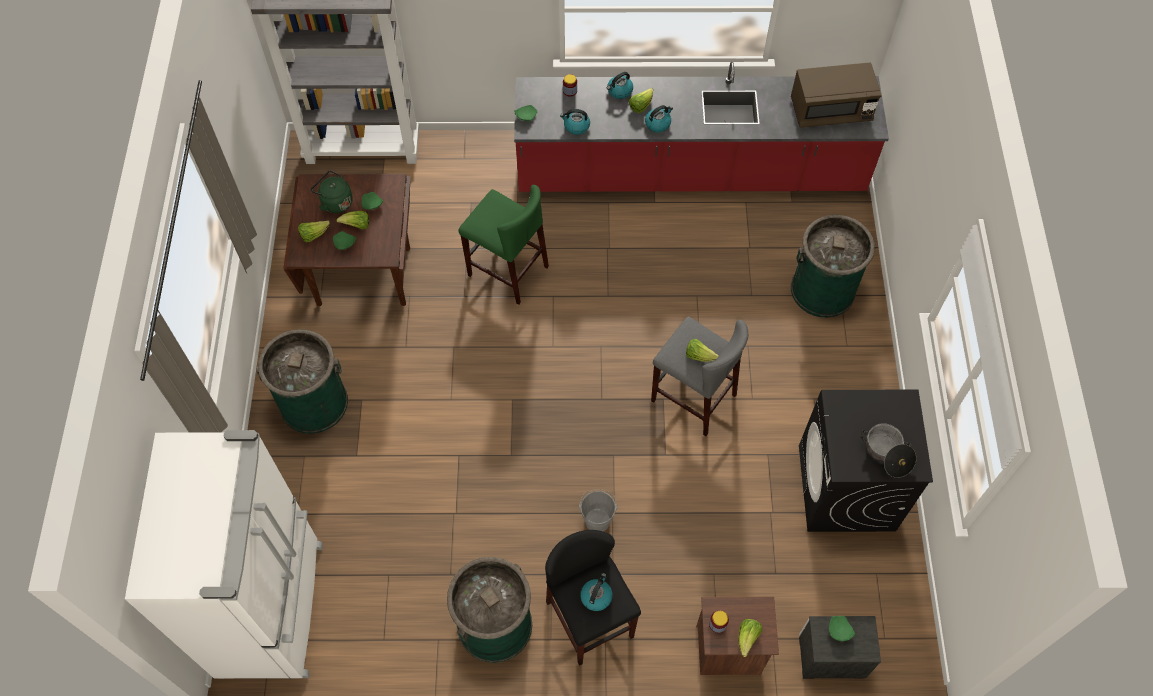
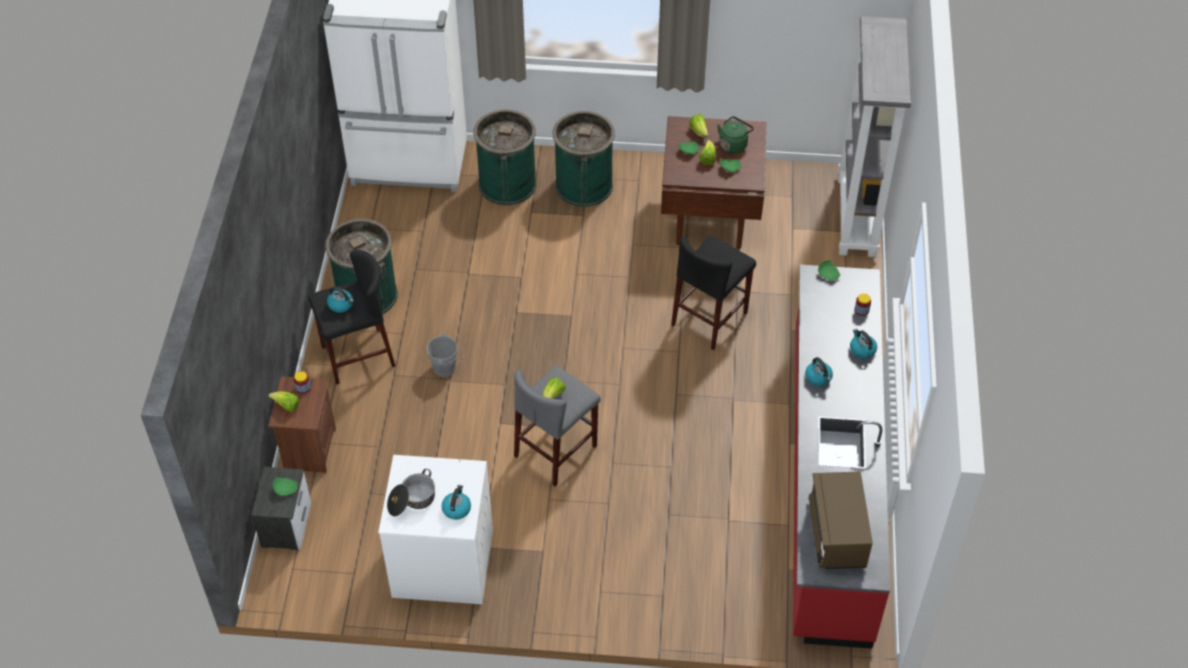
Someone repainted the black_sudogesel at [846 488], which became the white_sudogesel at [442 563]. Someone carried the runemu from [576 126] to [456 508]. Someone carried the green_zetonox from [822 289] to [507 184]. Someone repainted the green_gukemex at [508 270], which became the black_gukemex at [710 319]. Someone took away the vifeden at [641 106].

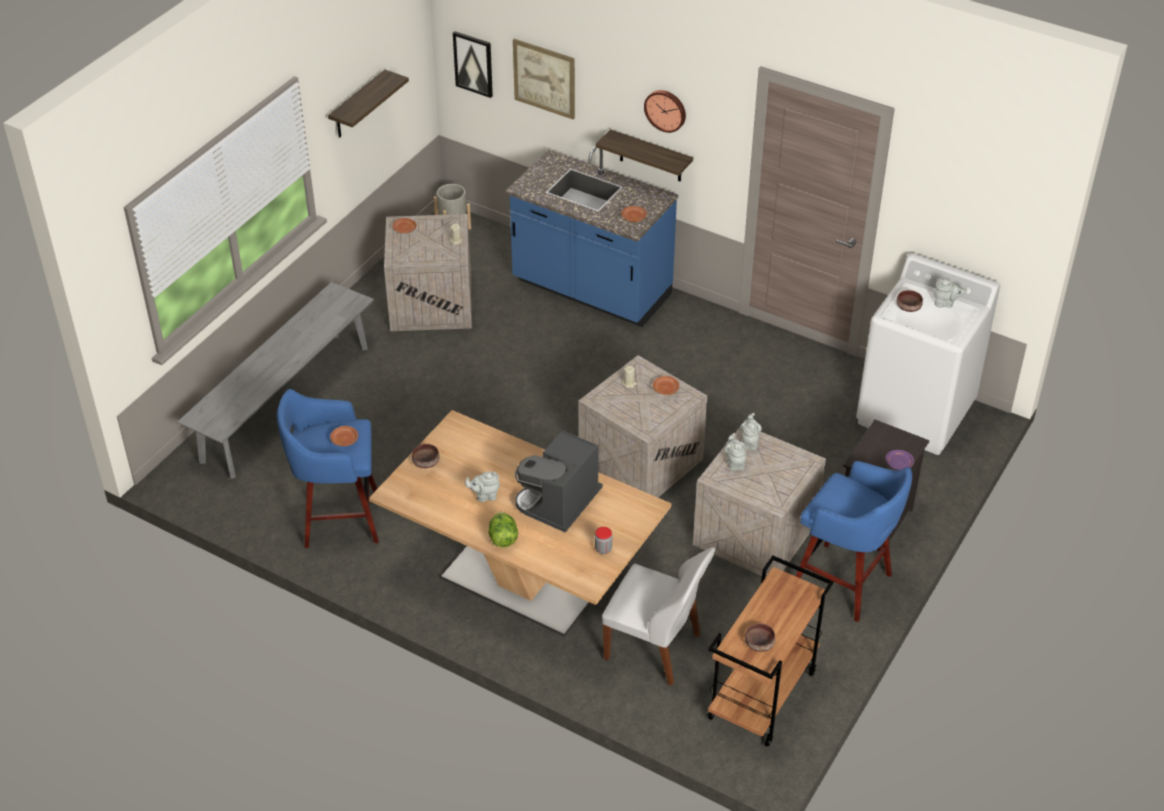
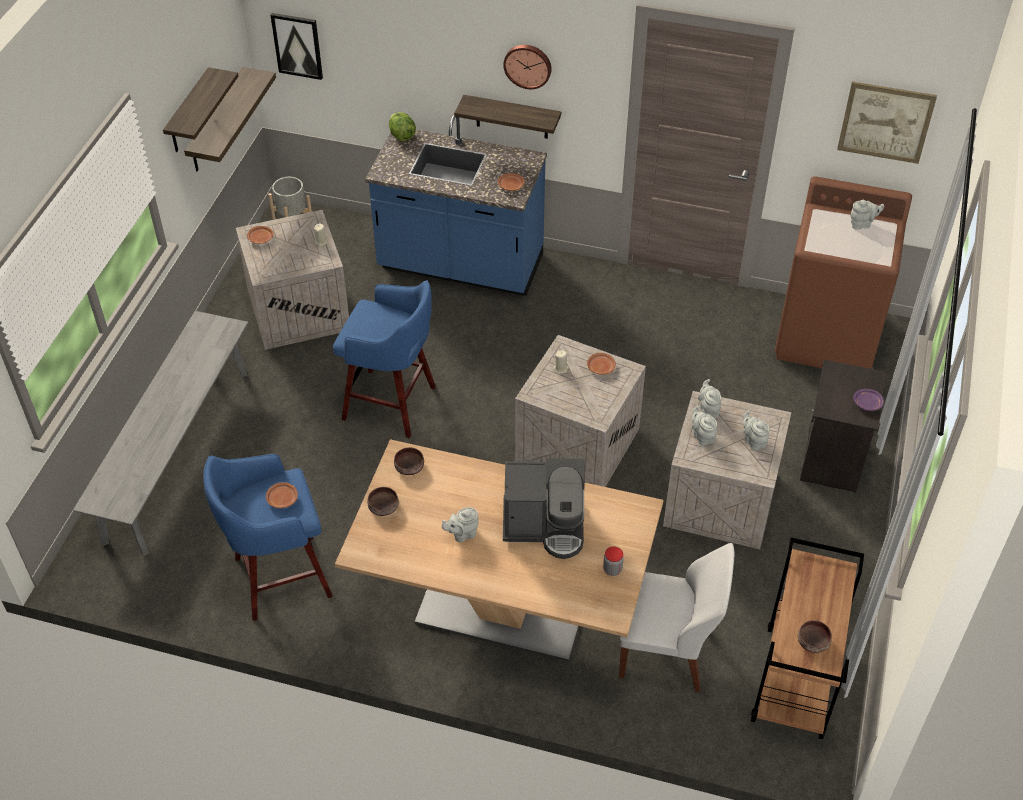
Someone put up the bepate at [217 122]. Someone carried the blue_gukemex from [844 584] to [392 404]. Someone carried the vifeden from [503 538] to [402 136]. Someone carried the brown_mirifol from [909 307] to [410 467]. Someone rotated the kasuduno at [559 503] by 105 degrees counterclockwise. Someone put down the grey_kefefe at [753 441]. Someone repainted the white_sudogesel at [916 413], which became the brown_sudogesel at [827 336]. Someone carried the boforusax from [544 78] to [885 122].

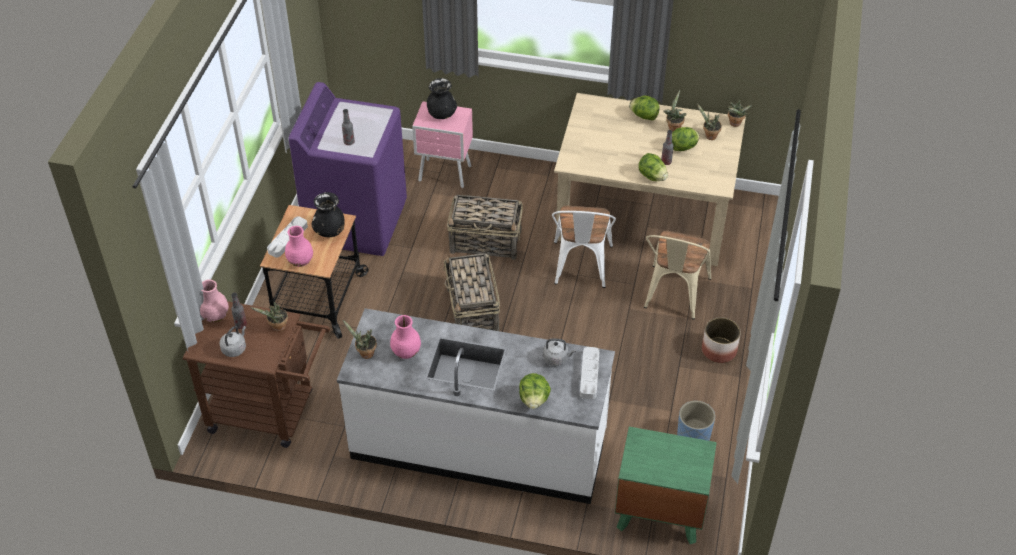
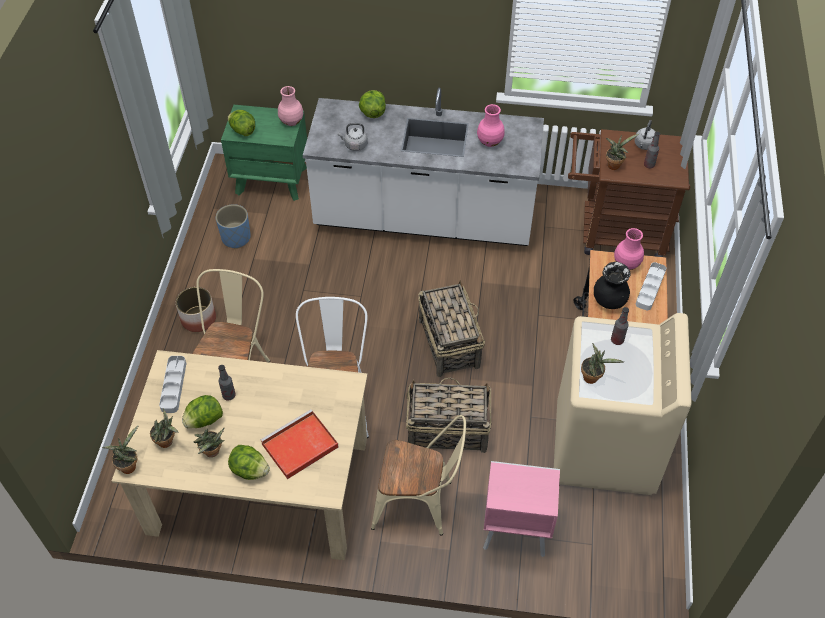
Someone carried the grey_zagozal from [589 375] to [173 386]. Someone carried the vifeden from [652 177] to [242 131]. Someone put down the red_zagozal at [299 447]. Someone carried the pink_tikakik from [215 316] to [291 122]. Someone put down the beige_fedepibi at [419 503]. Someone repainted the purple_sudogesel at [356 221], which became the beige_sudogesel at [604 448]. Someone carried the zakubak from [364 354] to [593 377]. Someone took away the black_tikakik at [441 114].

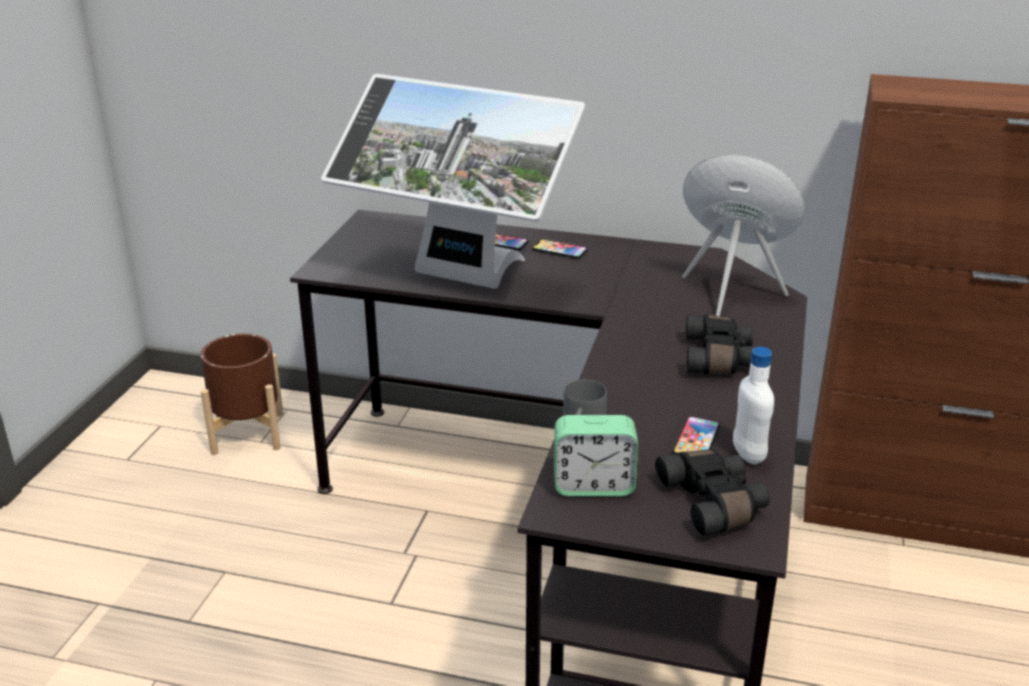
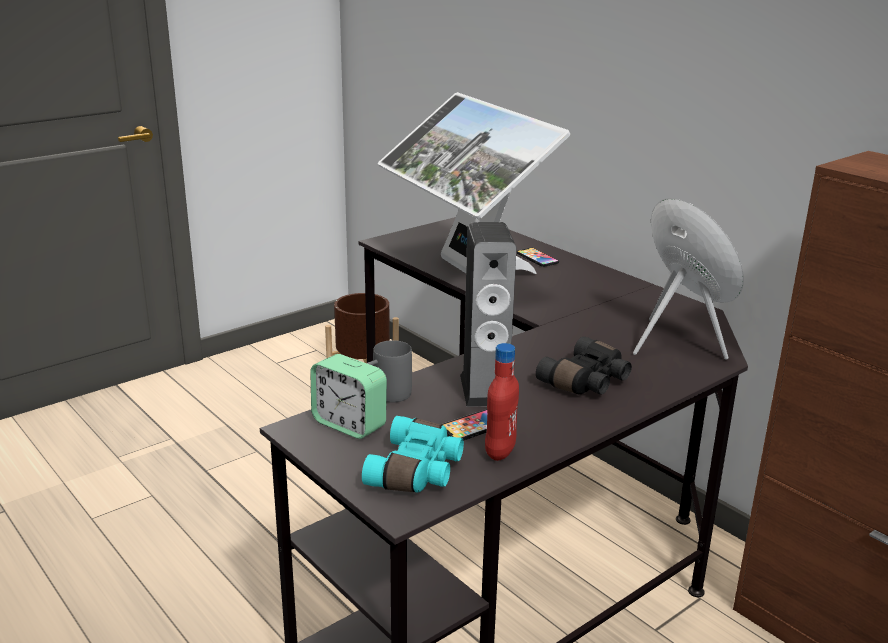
Someone repainted the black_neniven at [714 503], which became the turquoise_neniven at [417 471]. Someone put down the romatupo at [485 389]. Someone repainted the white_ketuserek at [748 454], which became the red_ketuserek at [500 451]. Someone took away the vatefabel at [559 250].

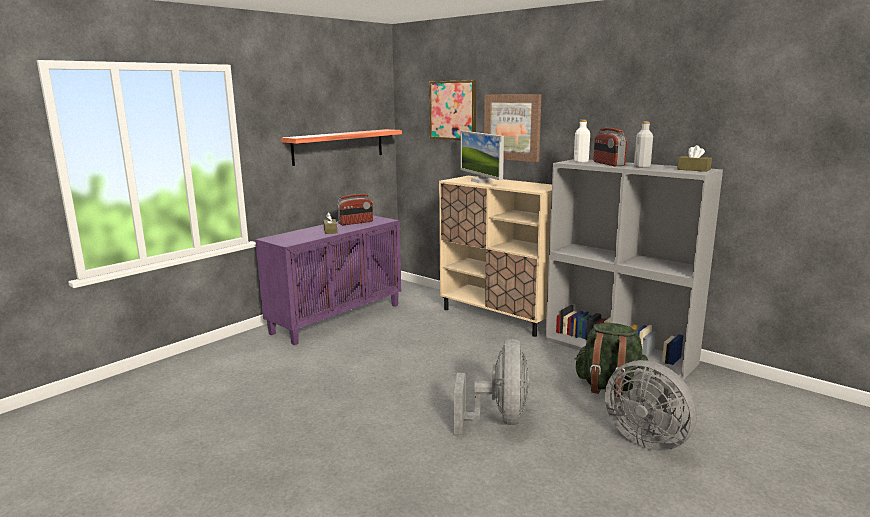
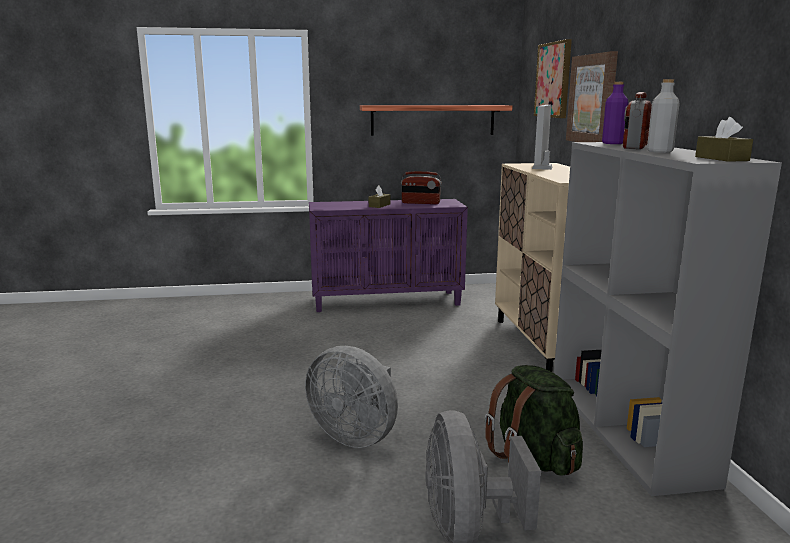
Someone rotated the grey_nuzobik at [499 419] by 75 degrees clockwise. Someone repainted the white_ketuserek at [581 162], which became the purple_ketuserek at [612 143].

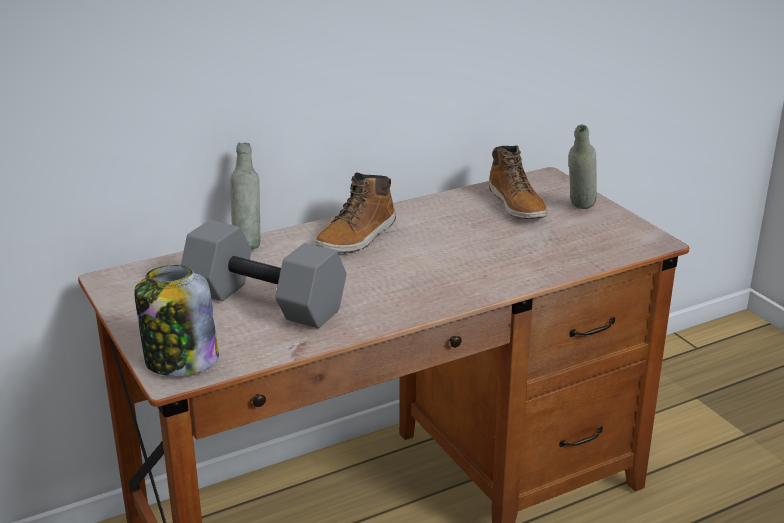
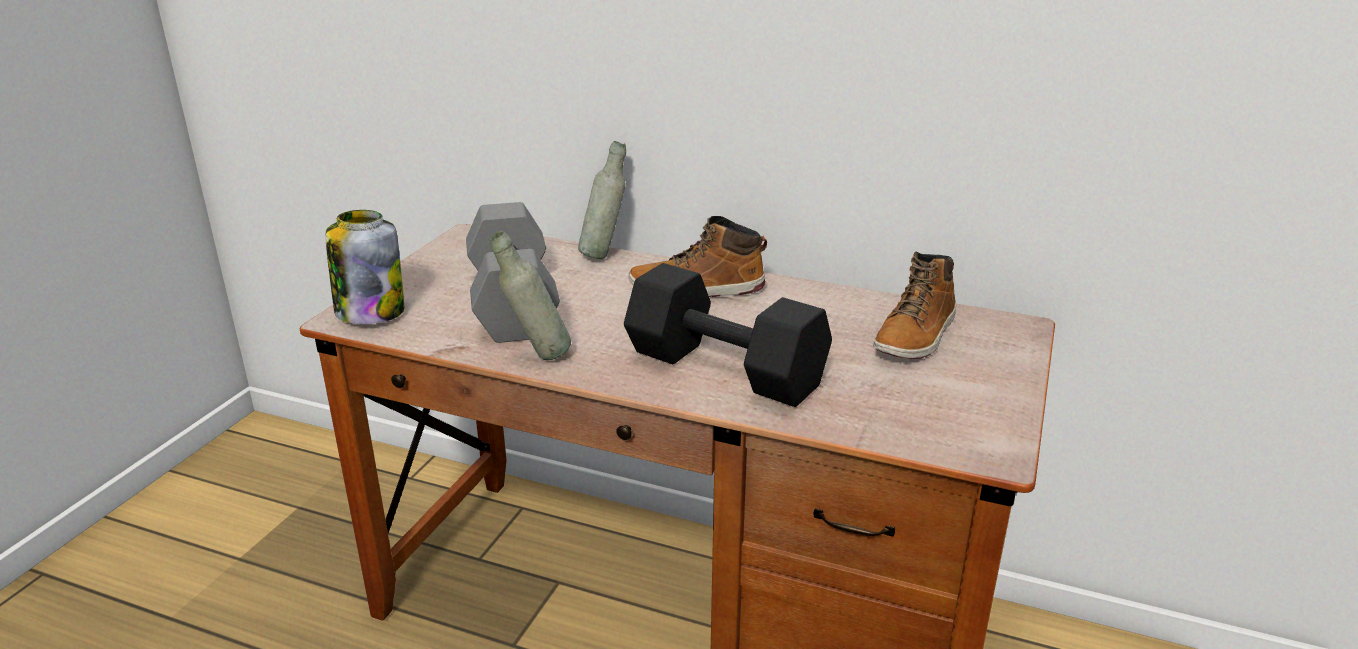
Someone carried the grey_ketuserek from [579 210] to [536 358]. Someone put down the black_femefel at [722 369].

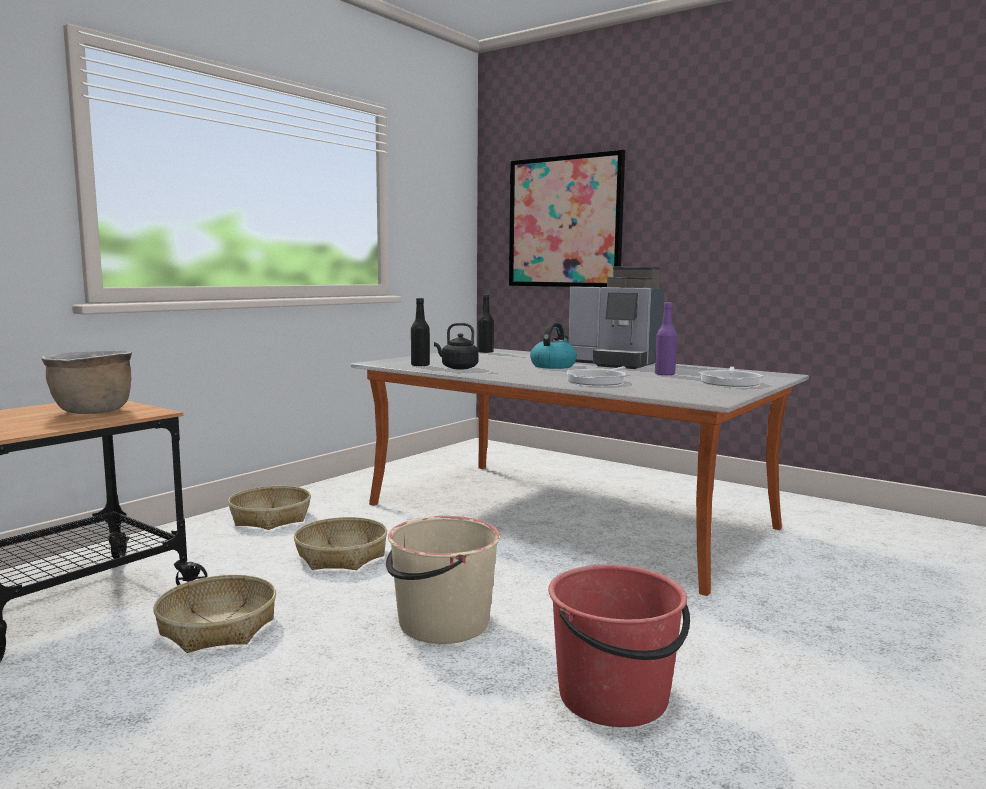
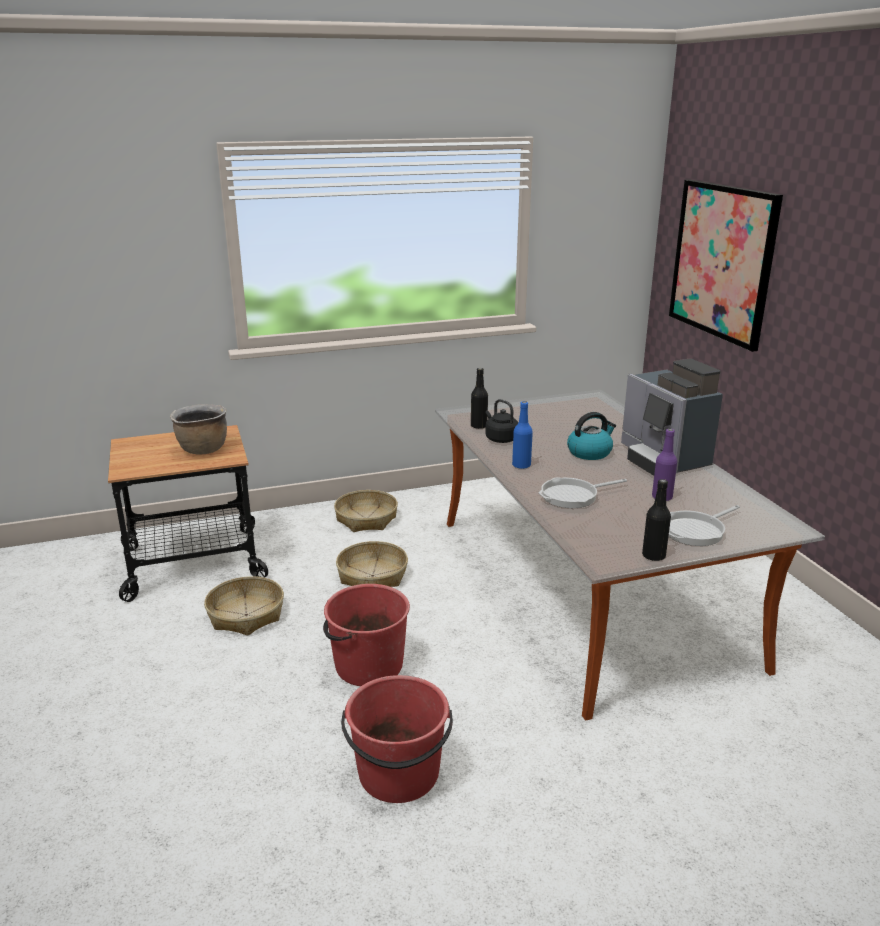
Someone repainted the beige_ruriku at [442 623], which became the red_ruriku at [367 665]. Someone put down the blue_ketuserek at [521 465]. Someone carried the black_ketuserek from [485 352] to [653 556].

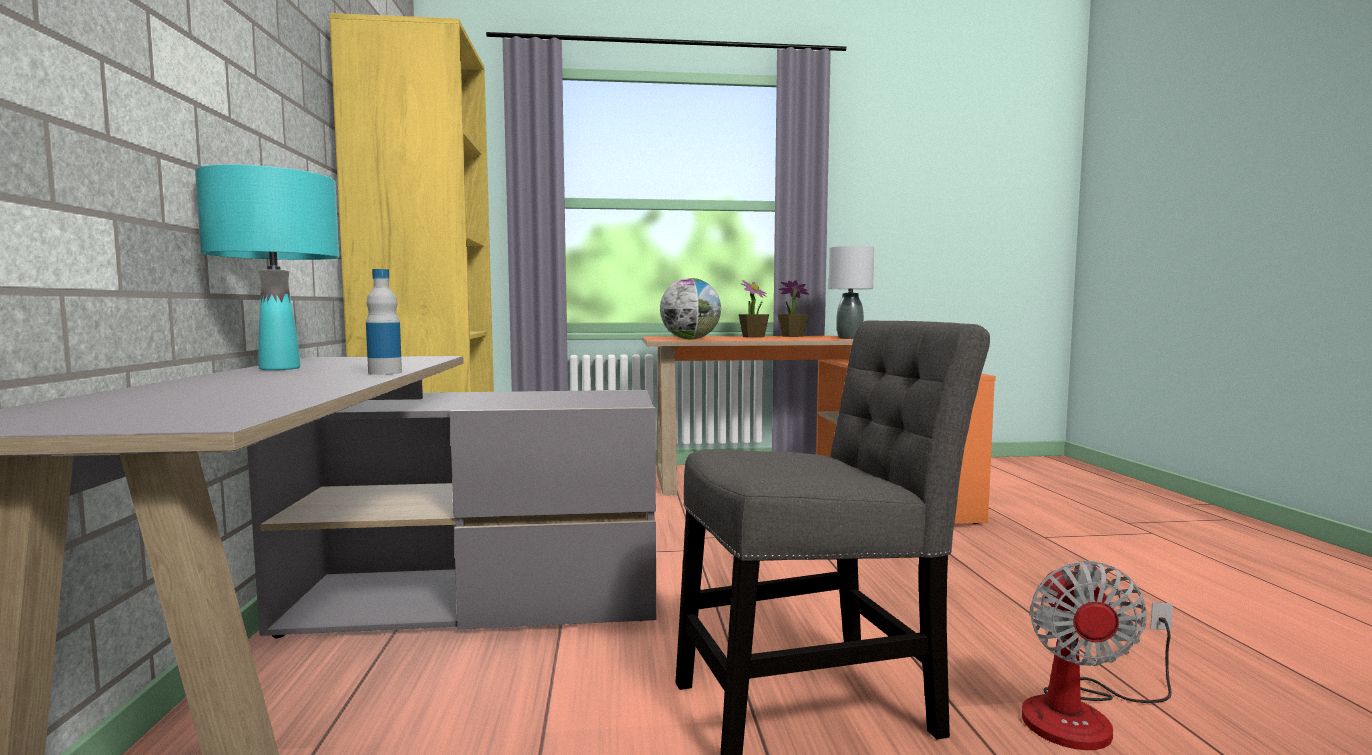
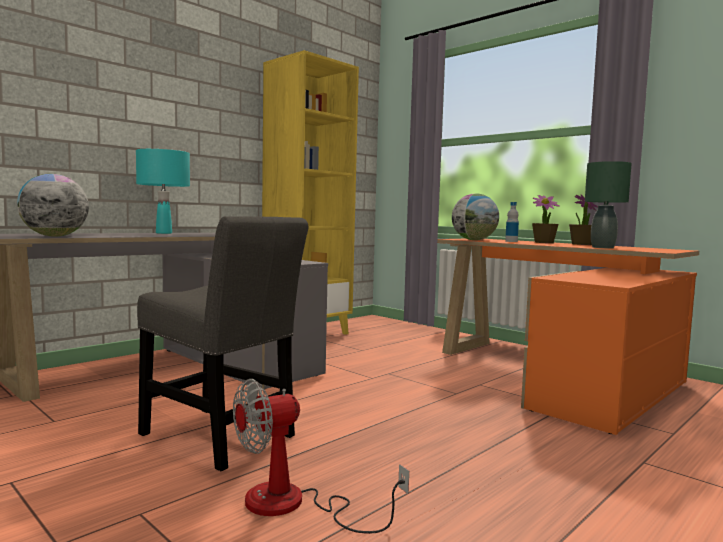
Someone put down the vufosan at [54 236]. Someone carried the ketuserek from [385 373] to [511 241]. Someone repainted the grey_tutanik at [849 338], which became the green_tutanik at [603 247].

